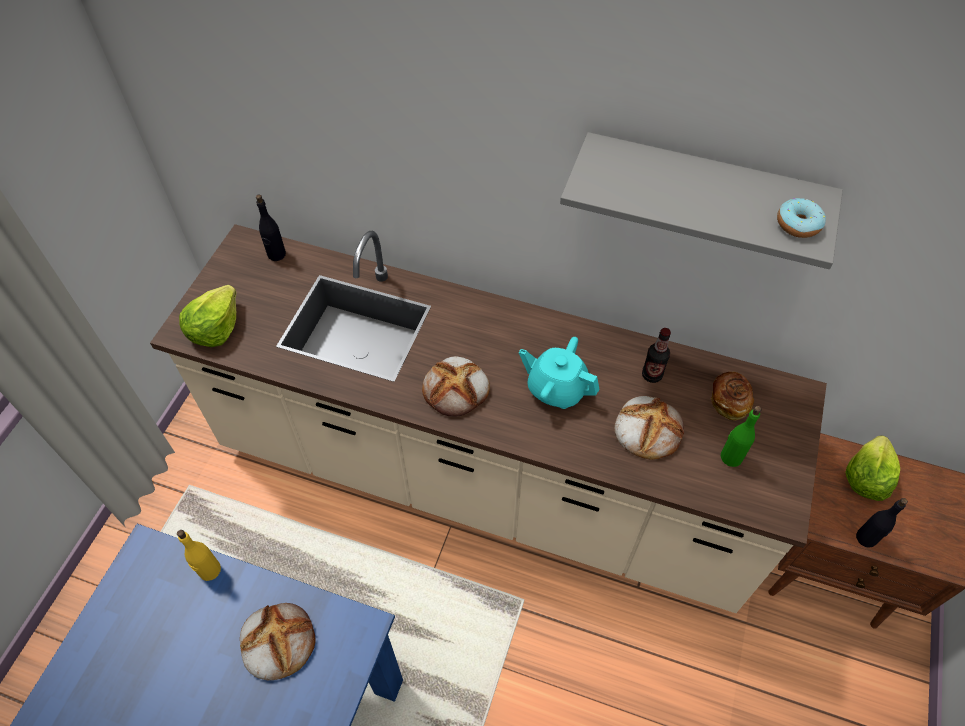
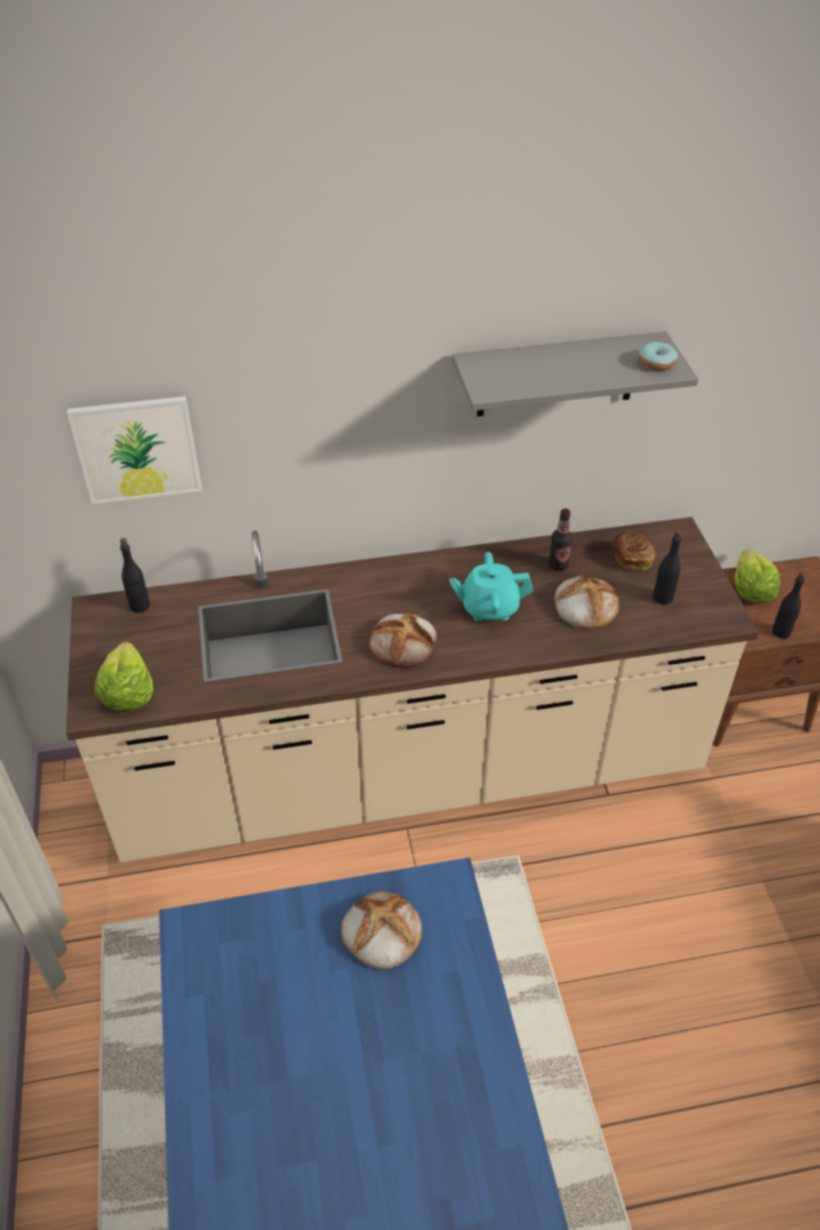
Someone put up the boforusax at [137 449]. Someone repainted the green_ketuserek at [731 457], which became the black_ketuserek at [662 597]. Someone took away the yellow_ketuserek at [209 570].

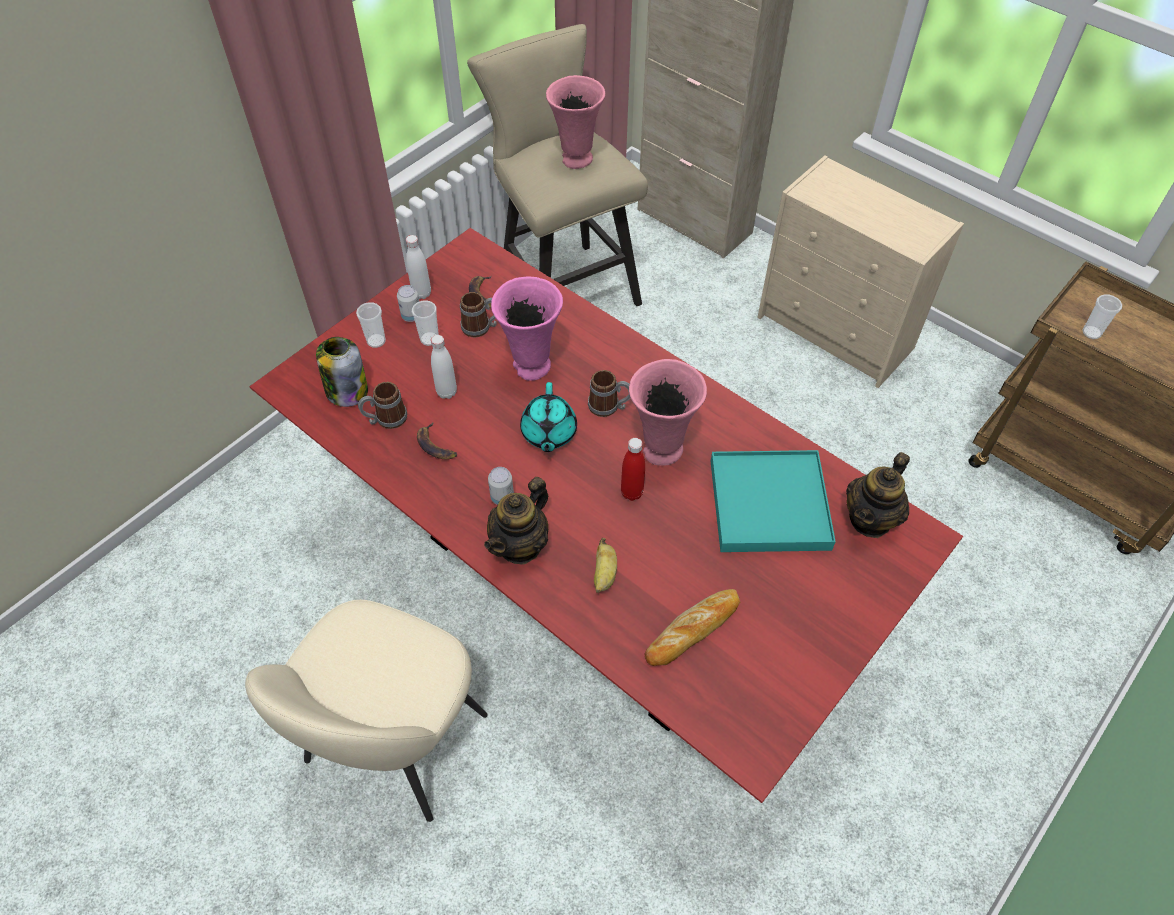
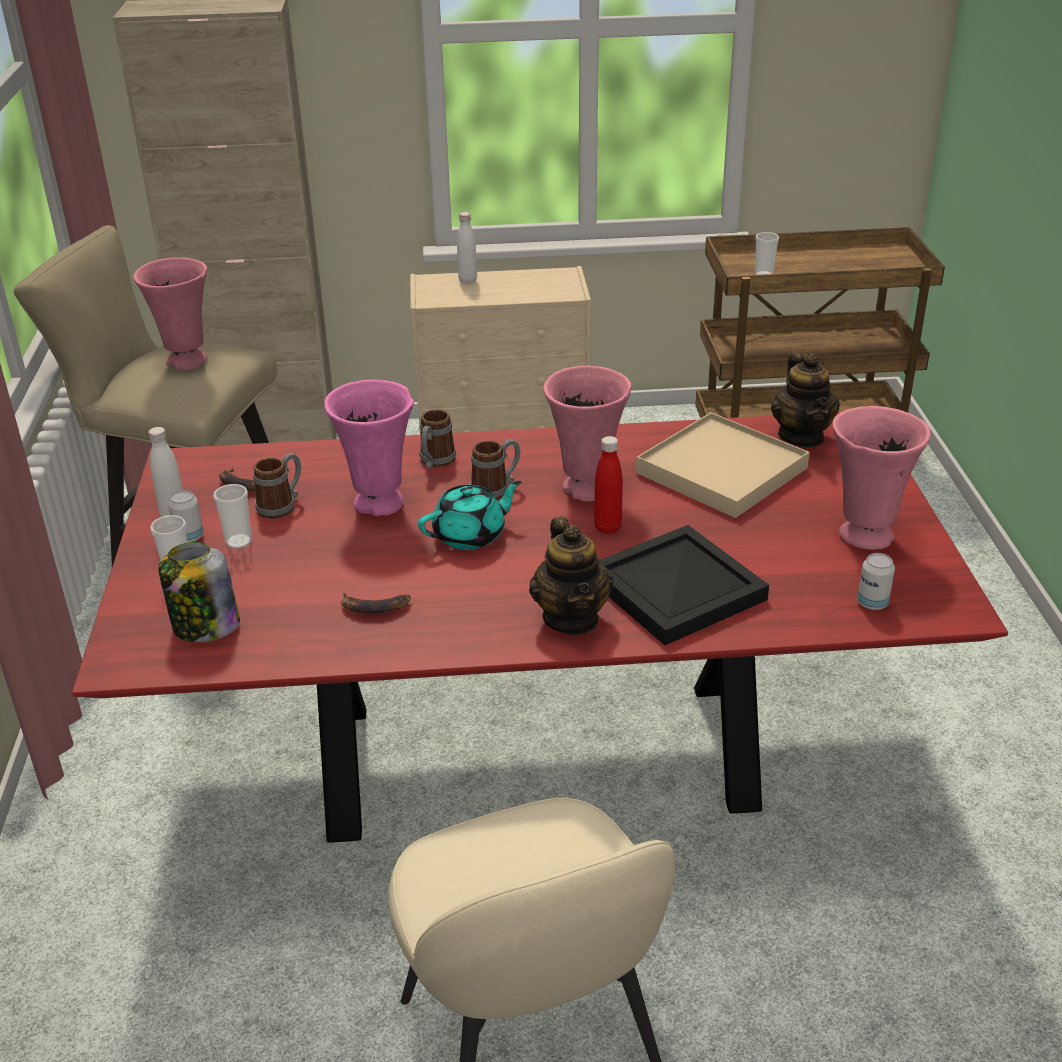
Someone rotated the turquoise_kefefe at [548 433] by 75 degrees counterclockwise. Someone carried the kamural from [385 419] to [435 462]. Someone carried the white_ketuserek from [446 392] to [467 281]. Someone swapped the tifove at [604 574] for the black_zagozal at [673 589]. Someone repainted the turquoise_zagozal at [769 505], which became the beige_zagozal at [722 470]. Someone put down the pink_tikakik at [863 535]. Someone carried the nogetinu from [502 497] to [872 603]. Someone took away the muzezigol at [693 630].

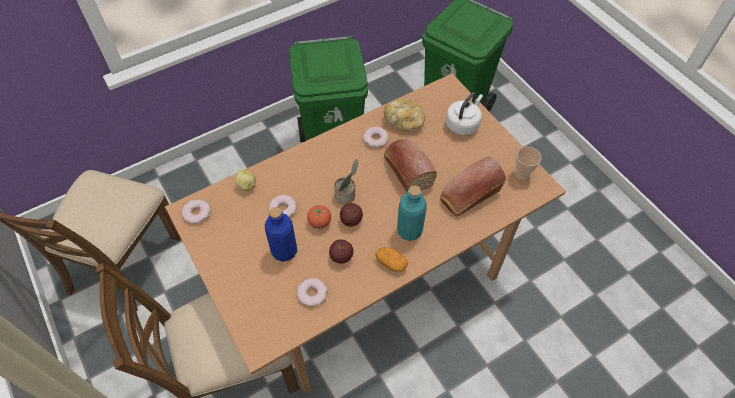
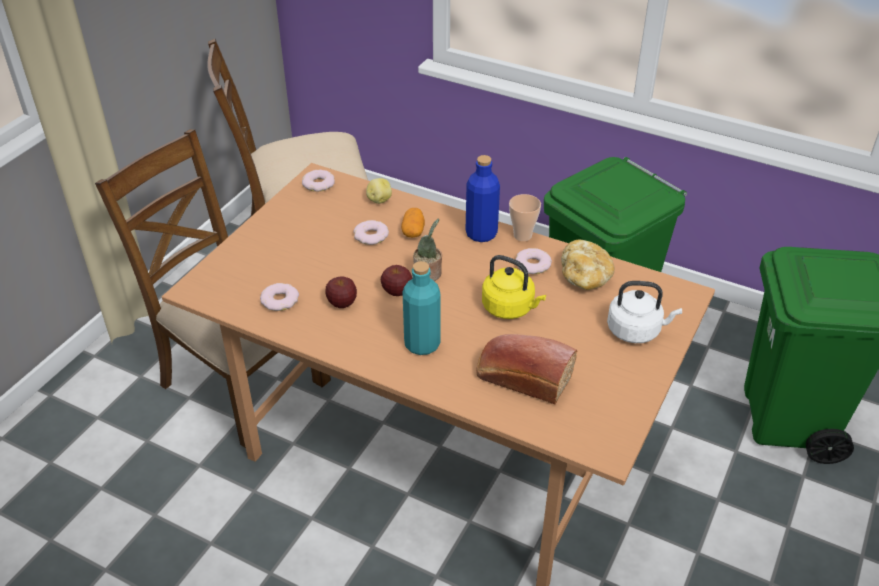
Someone carried the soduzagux from [391 263] to [413 231]. Someone carried the blue_ketuserek from [284 251] to [481 234]. Someone swapped the muzezigol at [406 170] for the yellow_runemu at [510 308]. Someone carried the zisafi from [522 174] to [522 236]. Someone took away the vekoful at [319 222].

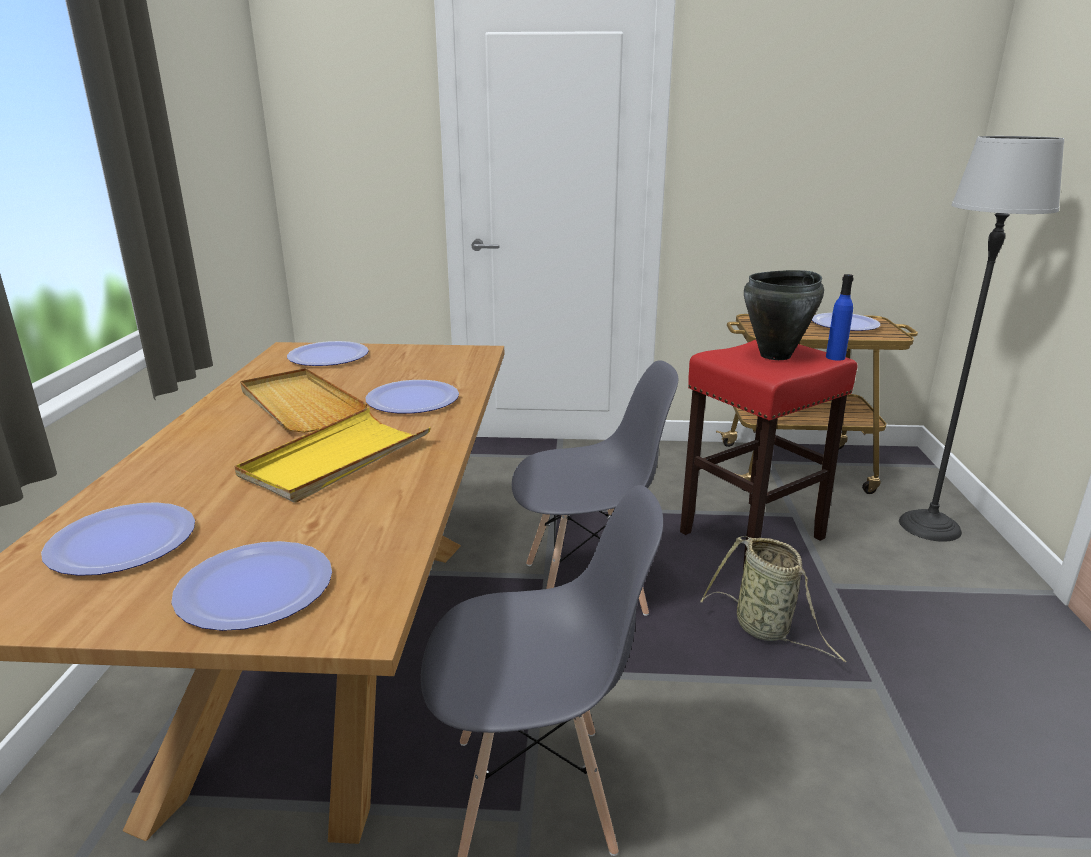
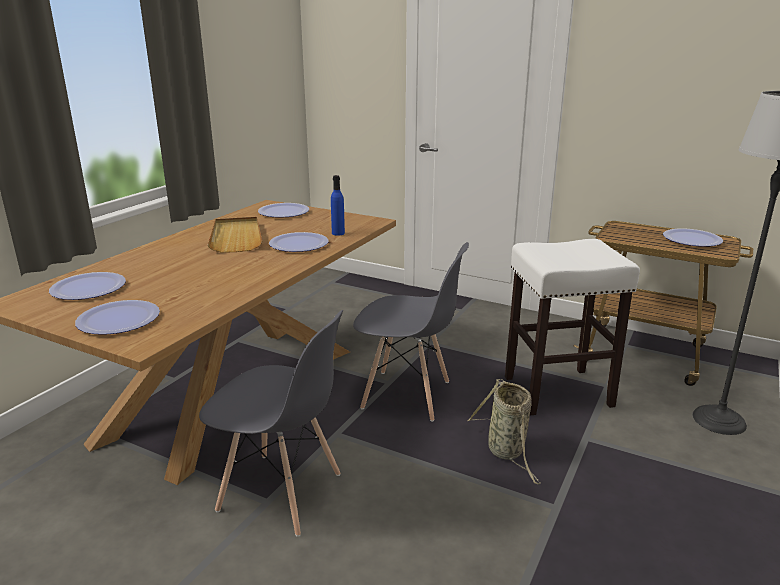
Someone carried the blue_ketuserek from [835 357] to [338 233]. Someone repainted the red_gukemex at [751 536], which became the white_gukemex at [556 391]. Someone took away the yellow_zagozal at [336 459]. Someone took away the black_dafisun at [776 356].

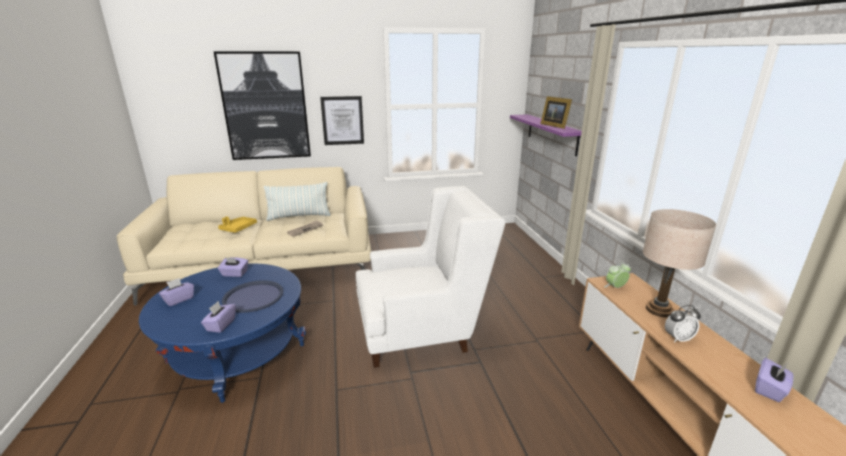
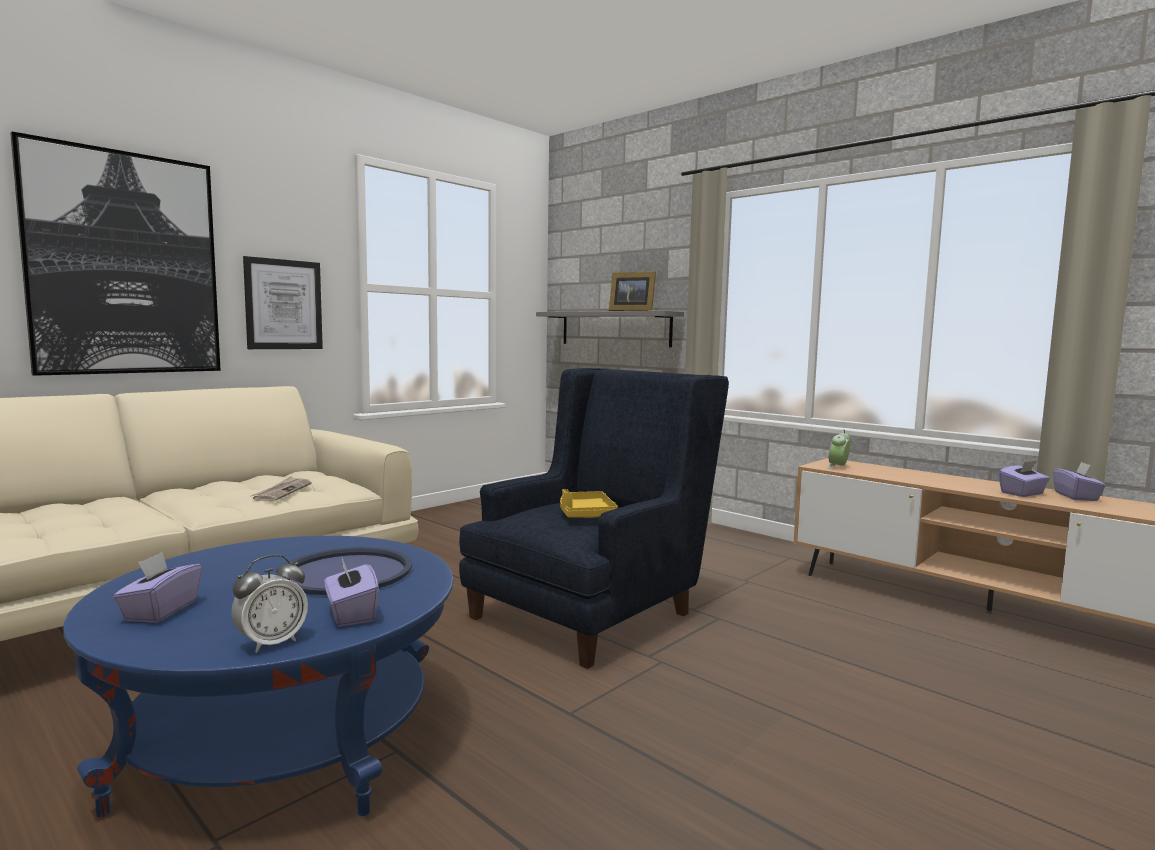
Someone carried the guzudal from [678 338] to [271 643]. Someone repainted the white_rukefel at [422 330], which became the blue_rukefel at [593 610]. Someone repainted the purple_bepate at [552 133], which became the grey_bepate at [614 328]. Someone carried the yellow_zagozal from [238 228] to [585 514]. Someone carried the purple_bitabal from [234 274] to [1022 493]. Someone took away the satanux at [299 216]. Someone took away the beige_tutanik at [659 310].

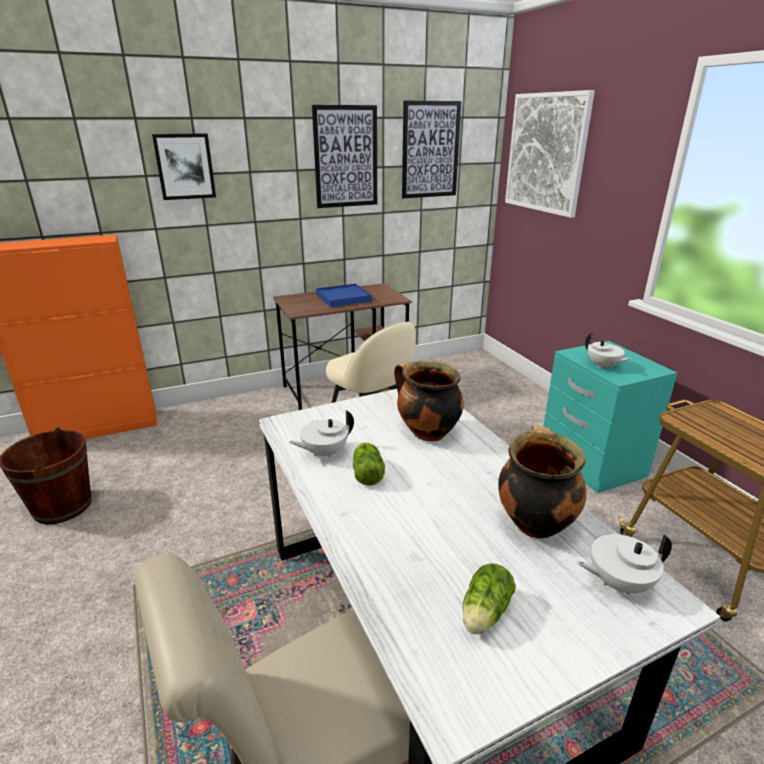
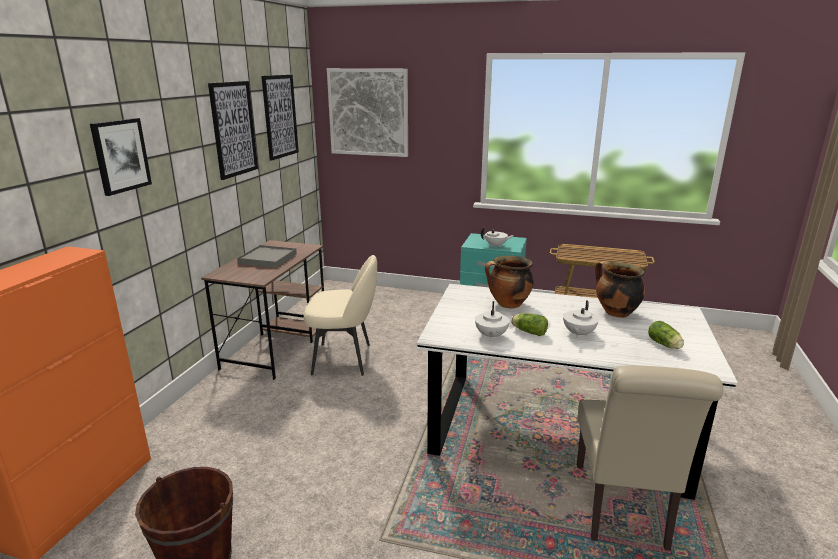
Someone repainted the blue_zagozal at [343 298], which became the grey_zagozal at [268 259]. Someone carried the white_kefefe from [618 582] to [578 334].

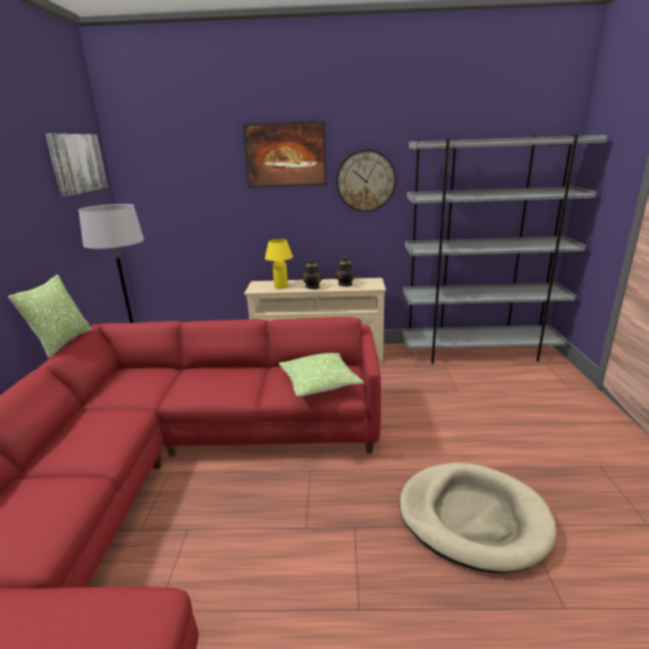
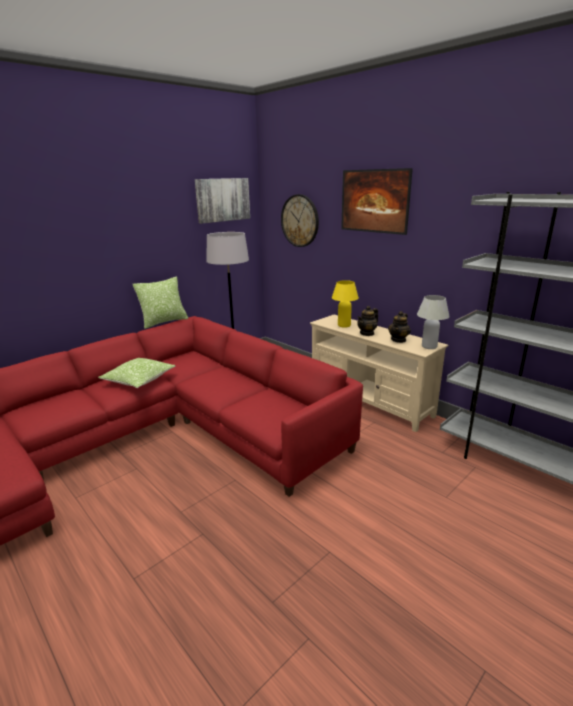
Someone carried the satanux from [319 383] to [139 380]. Someone carried the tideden from [365 181] to [300 221]. Someone put down the white_tutanik at [429 346]. Someone took away the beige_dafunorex at [472 518].

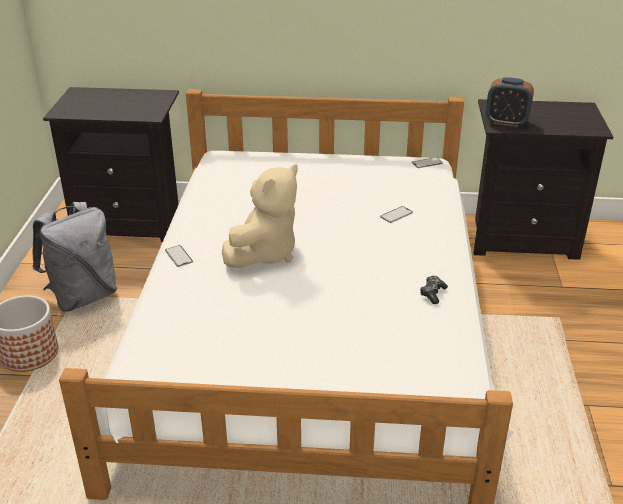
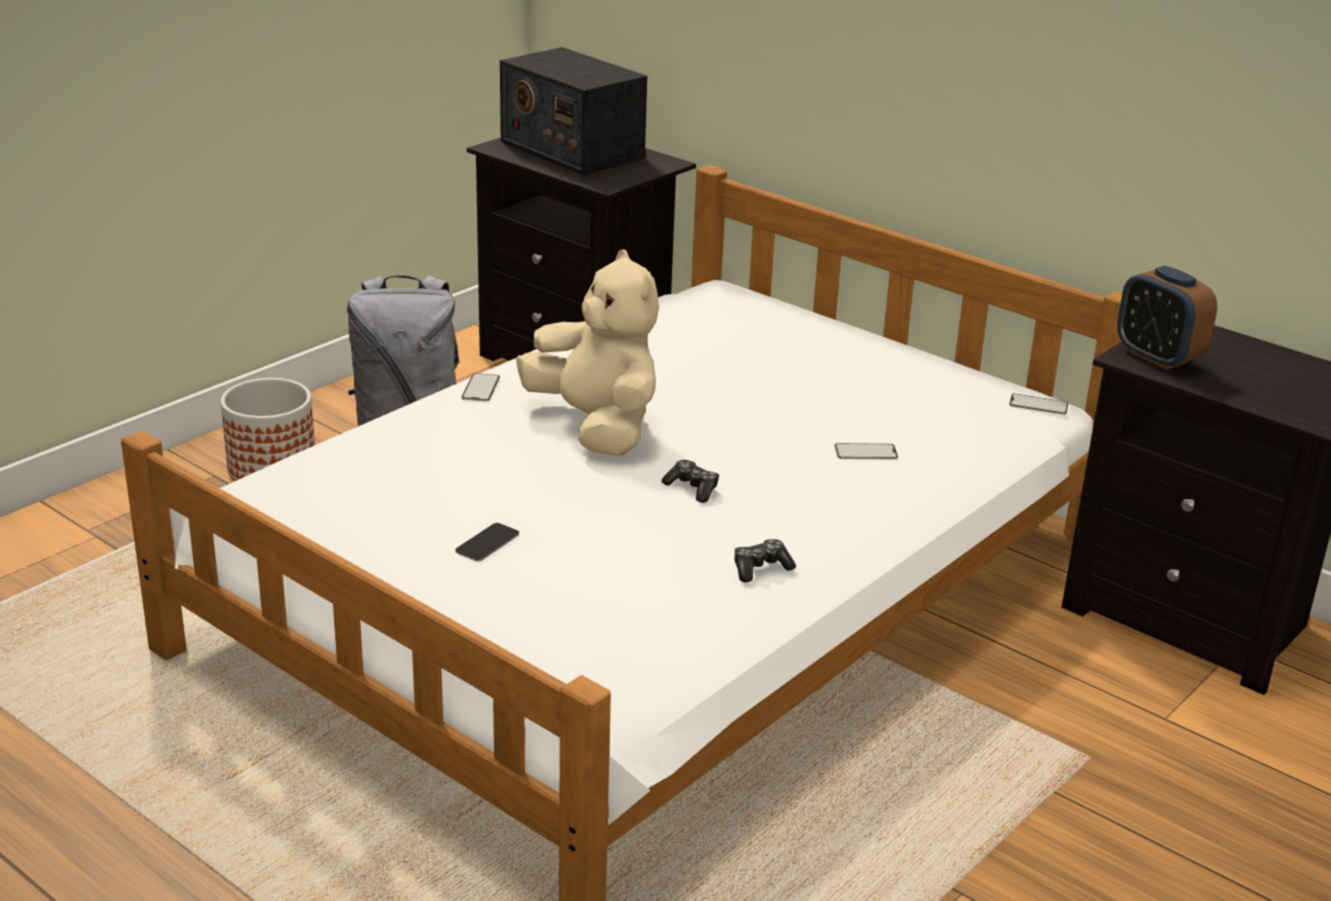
Someone put down the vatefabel at [487 543]. Someone put down the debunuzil at [571 149]. Someone rotated the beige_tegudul at [264 253] by 105 degrees counterclockwise. Someone put down the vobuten at [692 488].

